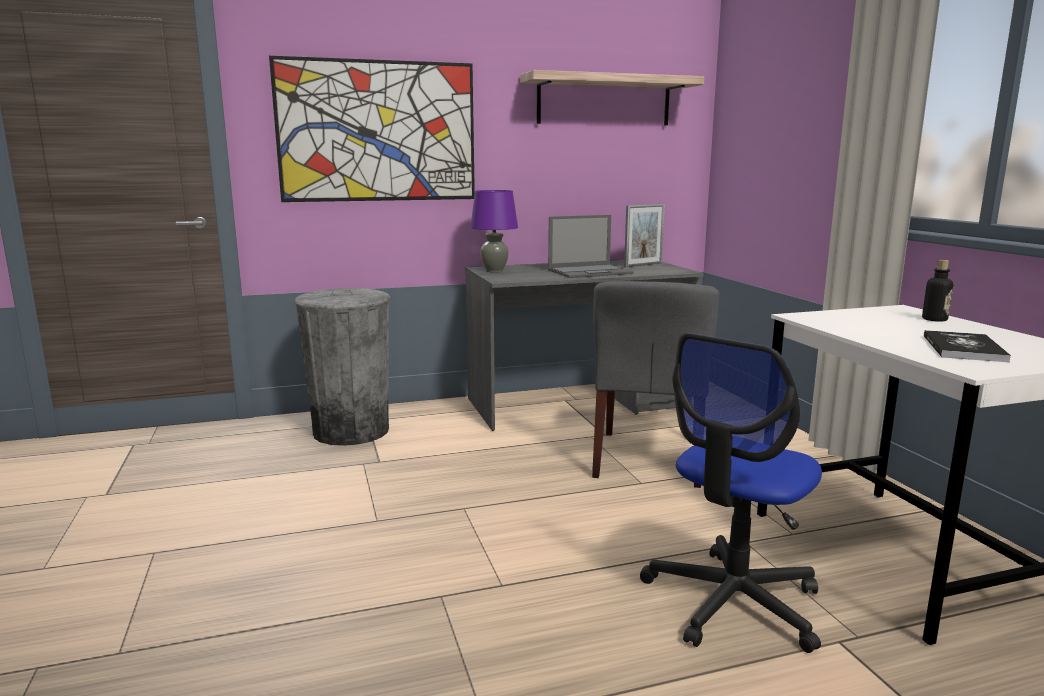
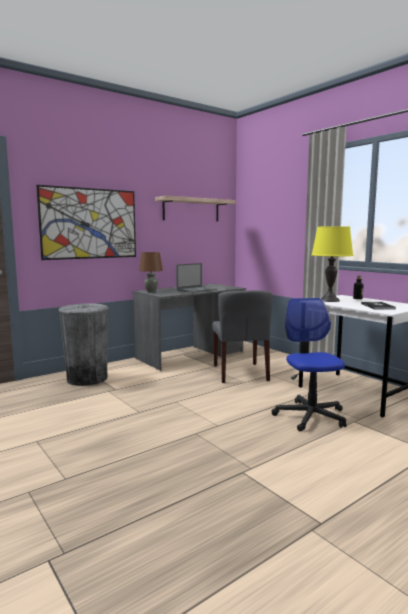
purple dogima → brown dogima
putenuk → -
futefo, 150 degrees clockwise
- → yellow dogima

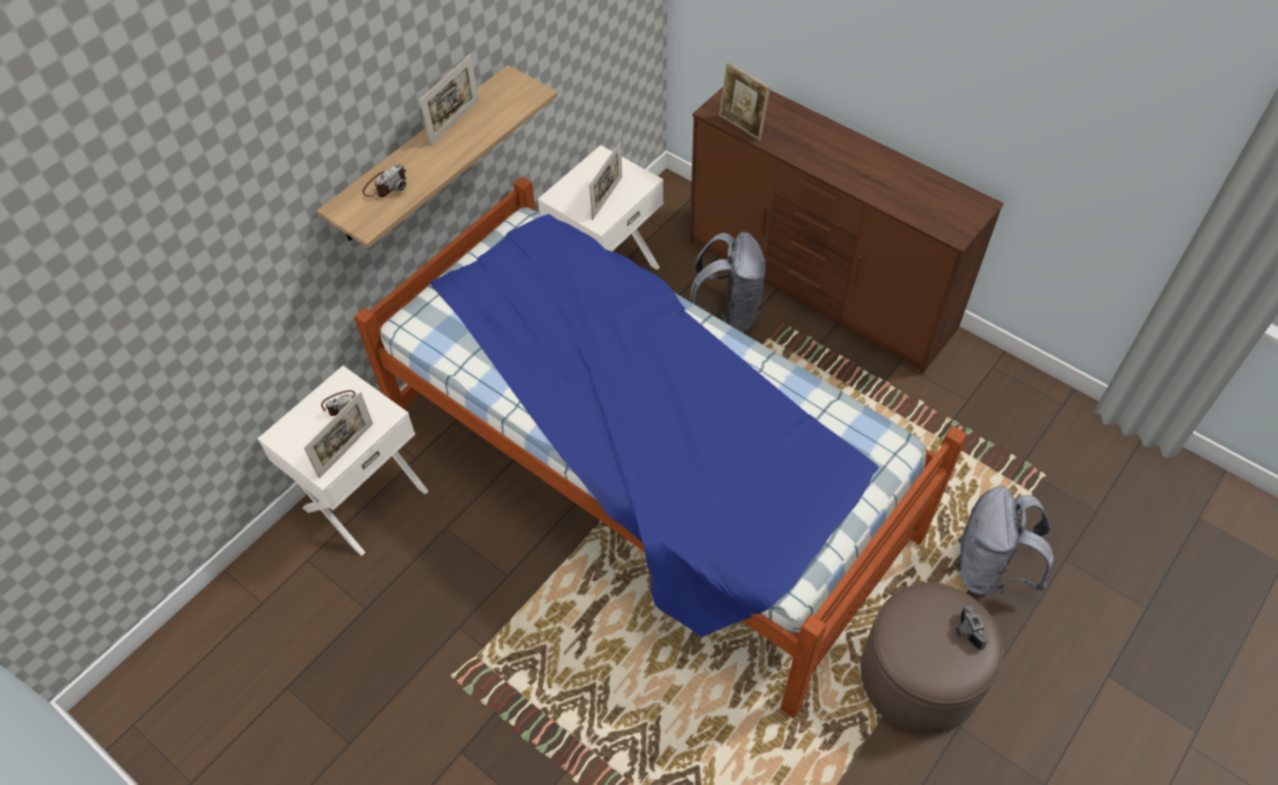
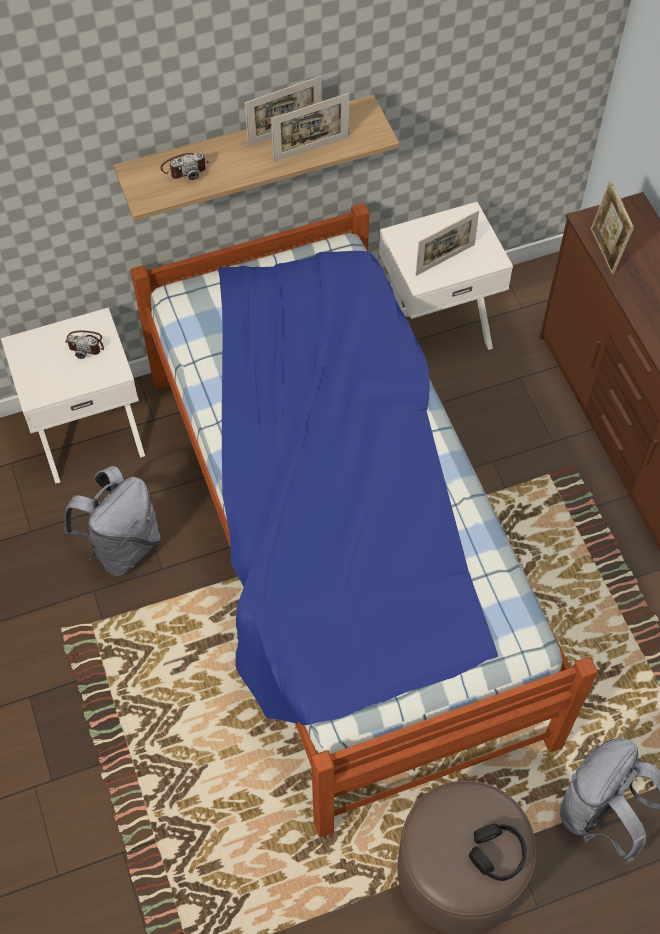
putenuk (no. 1 from left in the first image) → putenuk (no. 2 from left), relocated
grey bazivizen (no. 1 from left), relocated
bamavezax (no. 3 from left) → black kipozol

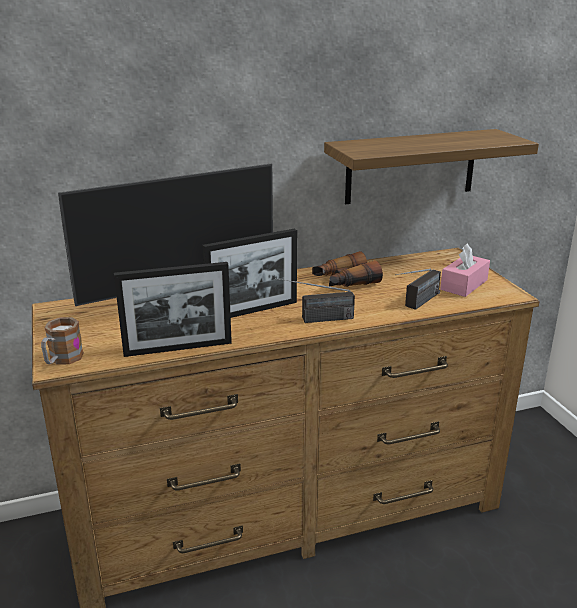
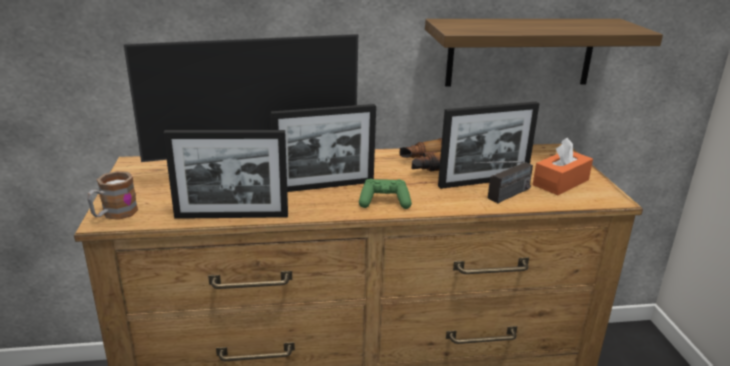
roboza (no. 1 from left) → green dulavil
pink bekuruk → orange bekuruk
- → putenuk (no. 3 from left)

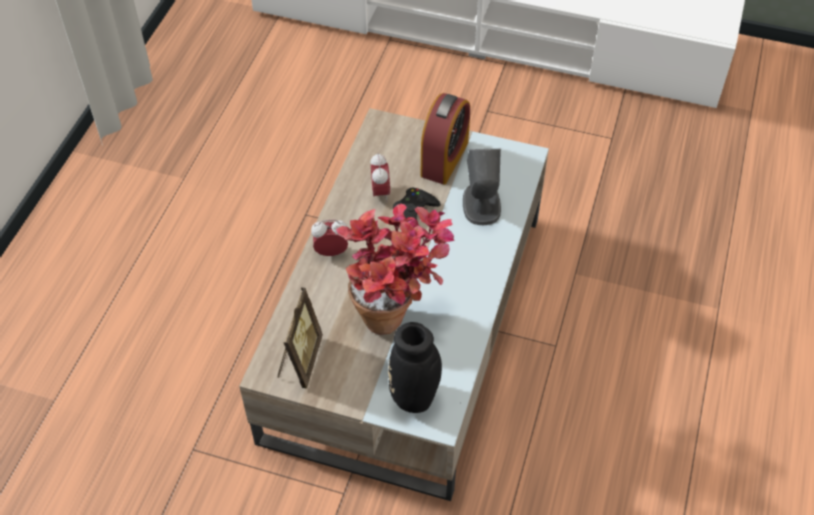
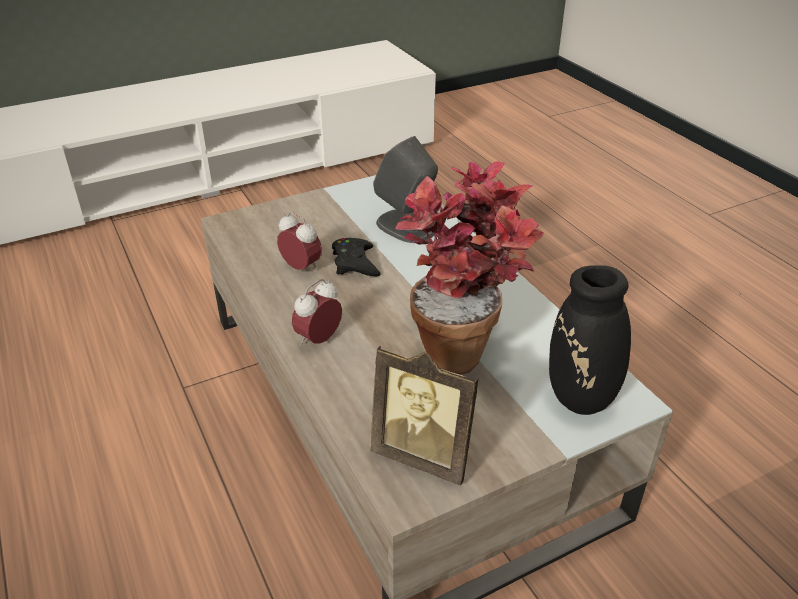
putenuk, 150 degrees clockwise
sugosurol (no. 3 from left) → -

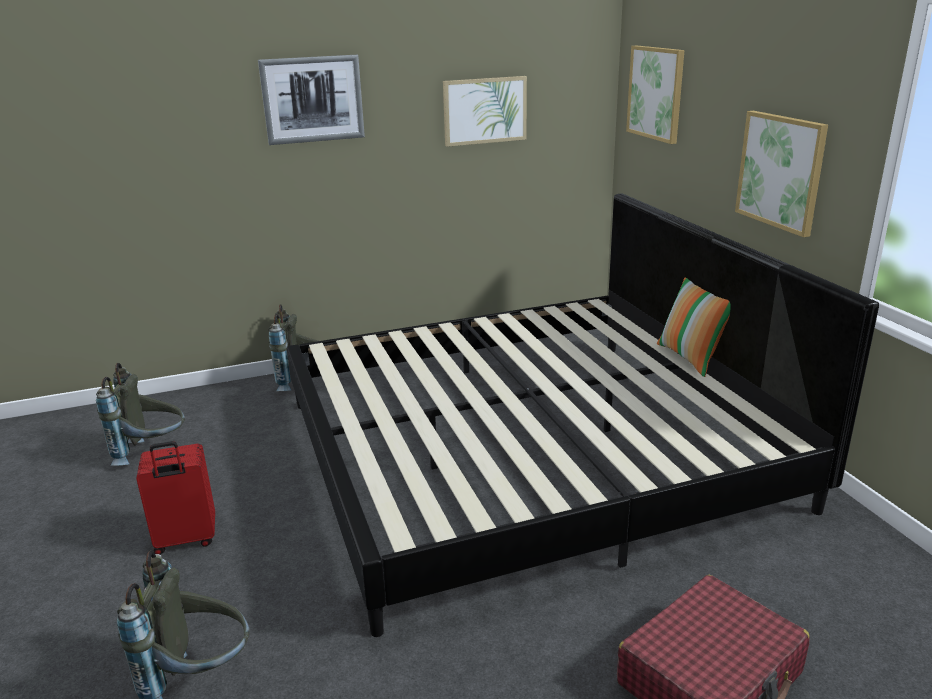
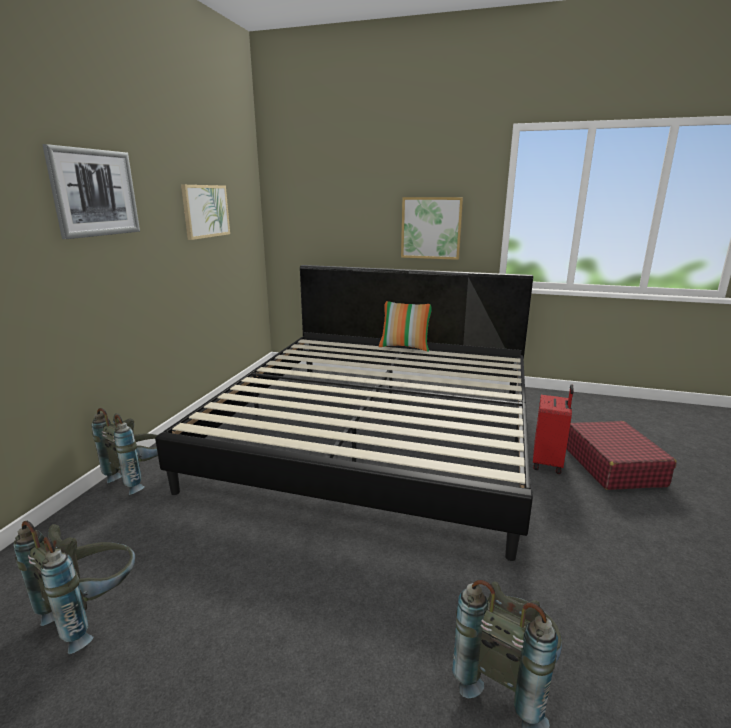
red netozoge (no. 1 from left), relocated
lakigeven (no. 3 from left) → -

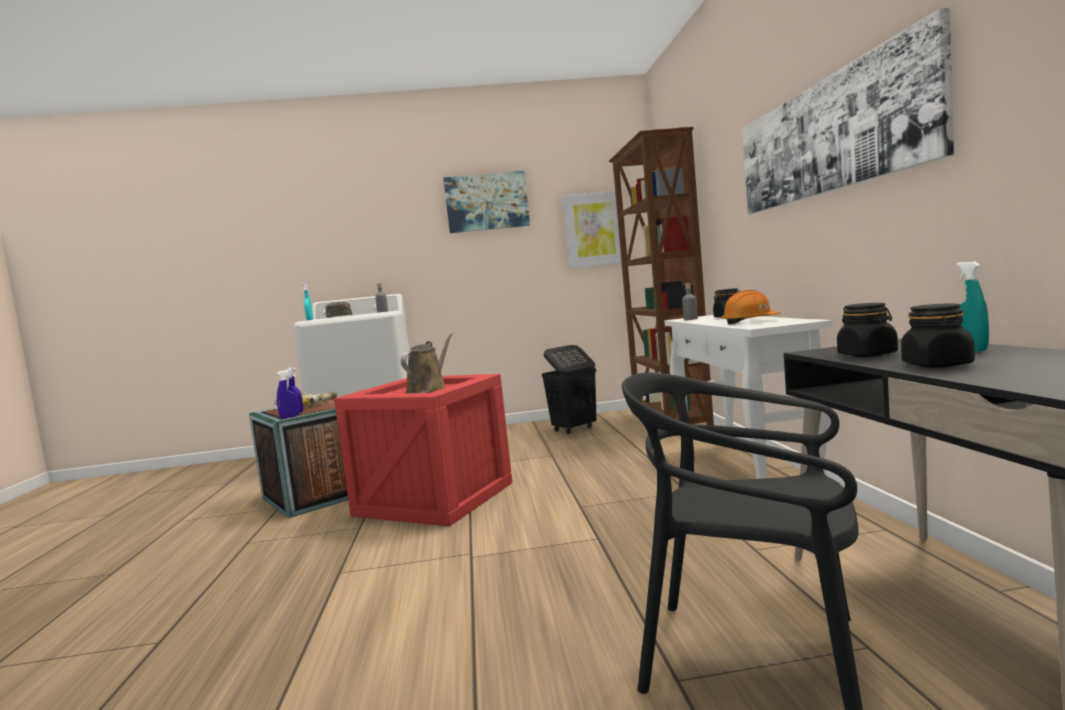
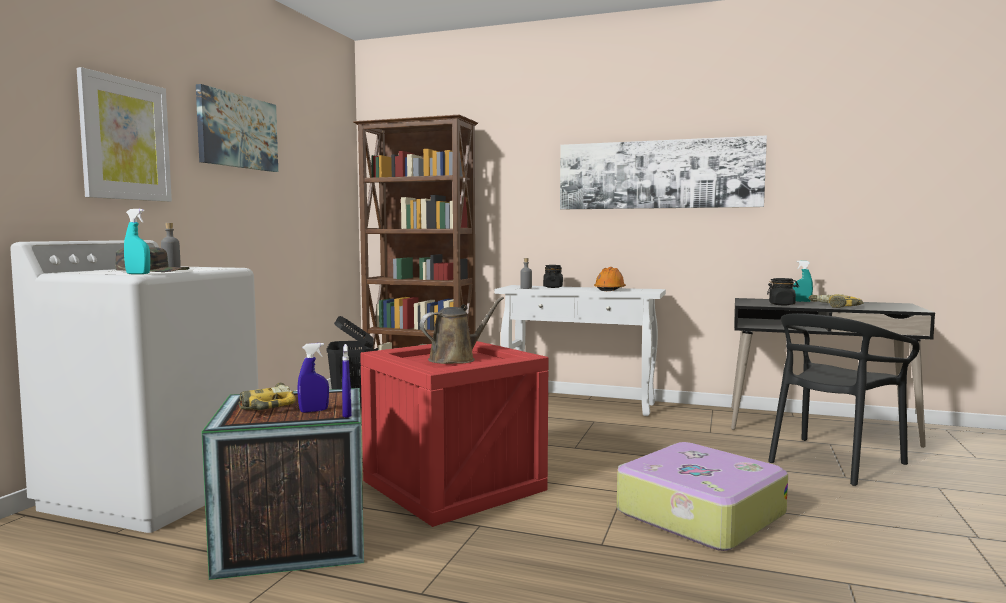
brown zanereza, 90 degrees clockwise
lakigeven (no. 2 from left in the first image) → lakigeven (no. 1 from left), relocated
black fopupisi (no. 3 from left) → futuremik (no. 2 from left)
- → netozoge

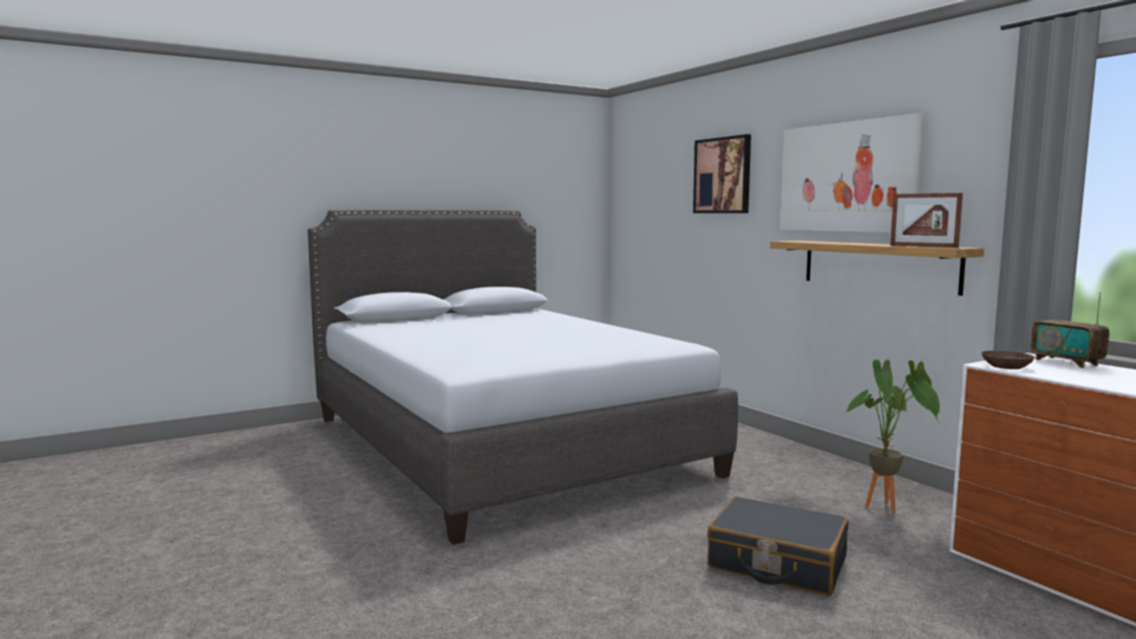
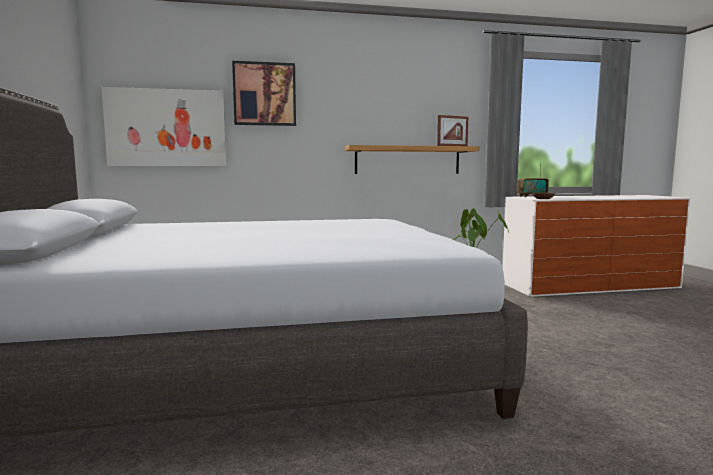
black netozoge → -
lakigeven (no. 2 from left in the first image) → lakigeven (no. 1 from left), relocated

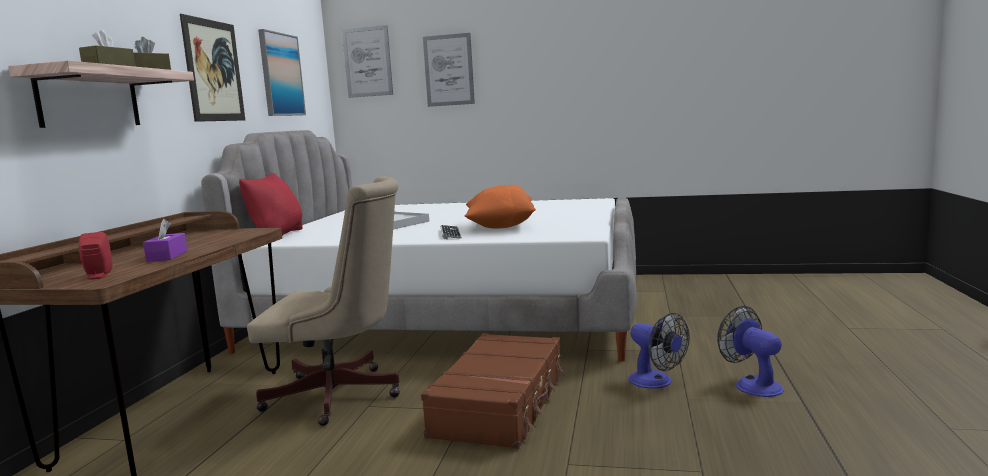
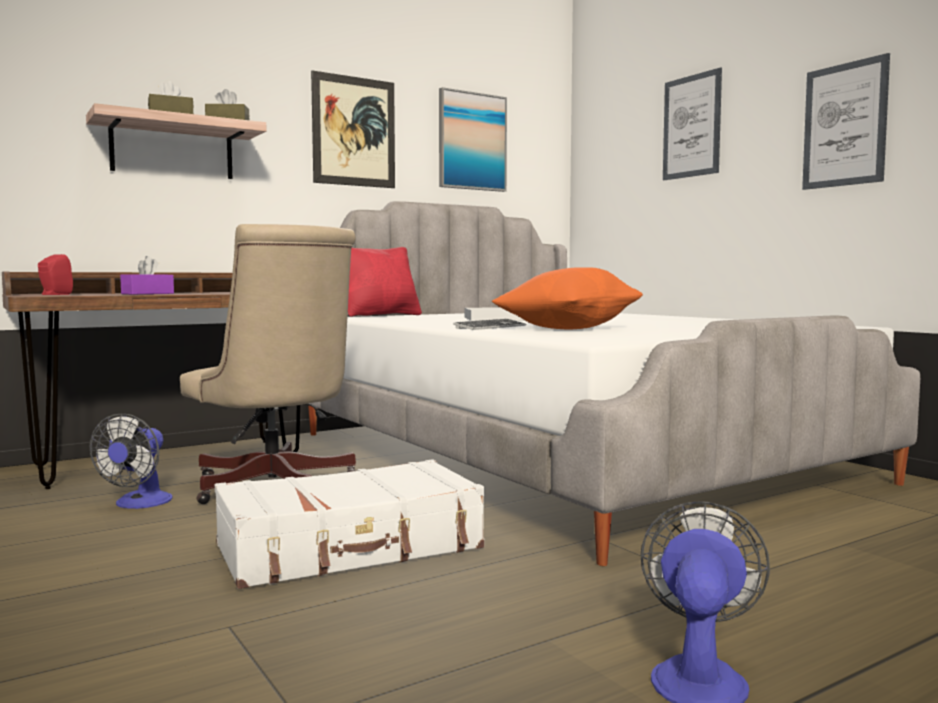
lakigeven (no. 3 from left in the first image) → lakigeven (no. 4 from left), relocated
brown netozoge → white netozoge
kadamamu (no. 1 from left), relocated

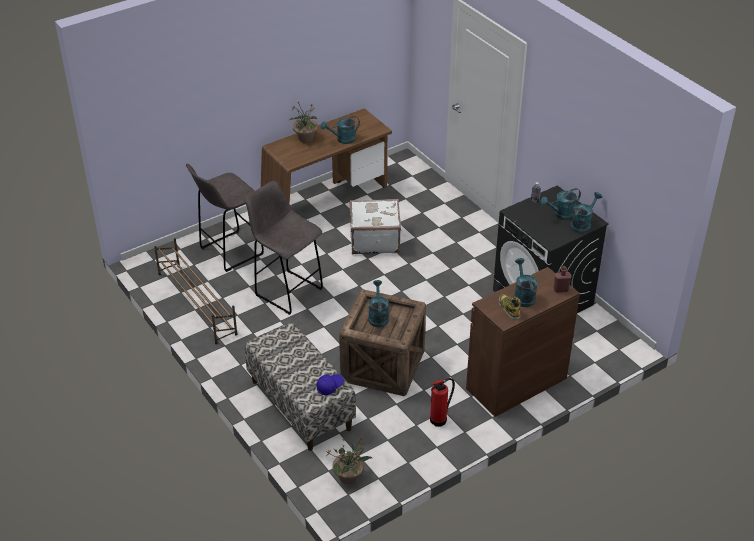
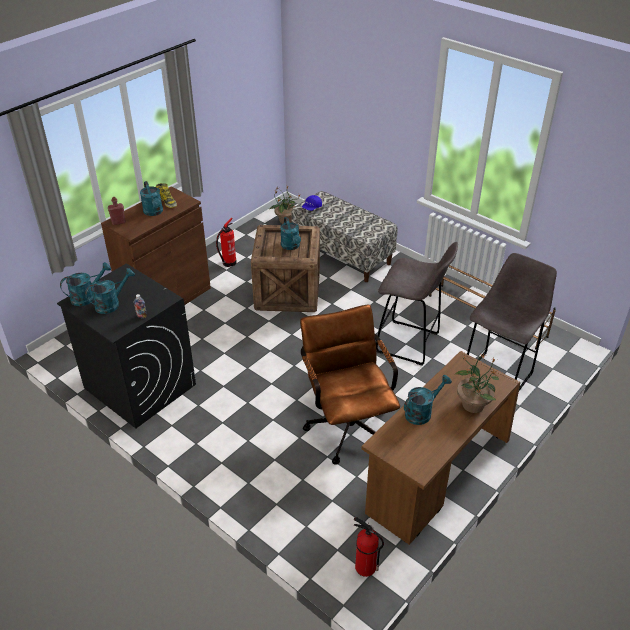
white netozoge → brown futefo
turquoise zanereza (no. 5 from left in the first image) → turquoise zanereza (no. 1 from left), 150 degrees counterclockwise
- → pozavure (no. 2 from left)

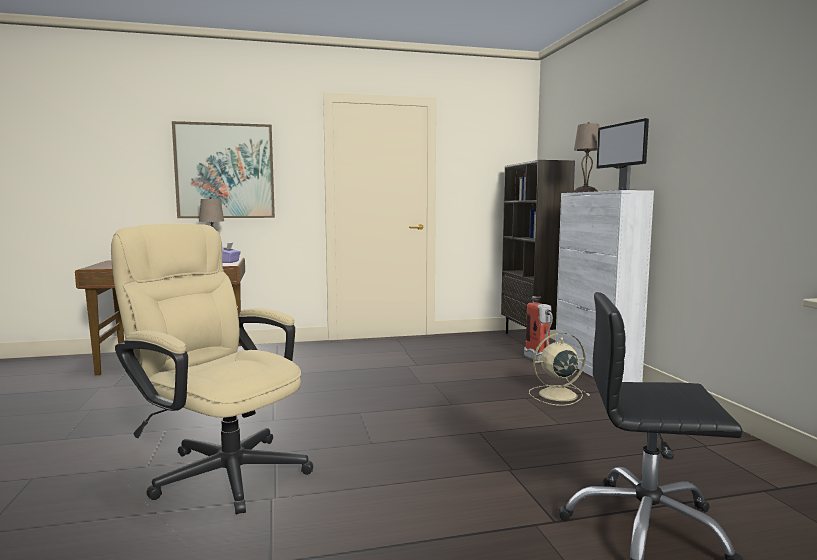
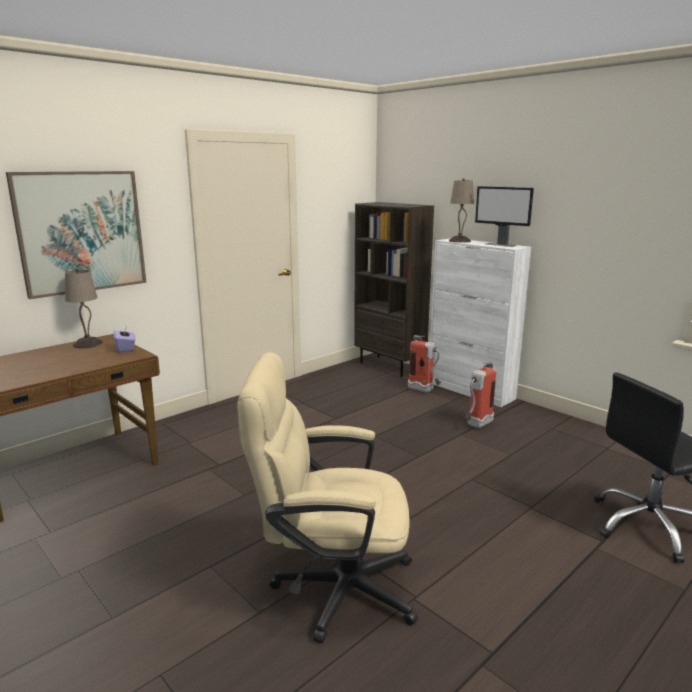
beige kadamamu → pozavure (no. 2 from left)

